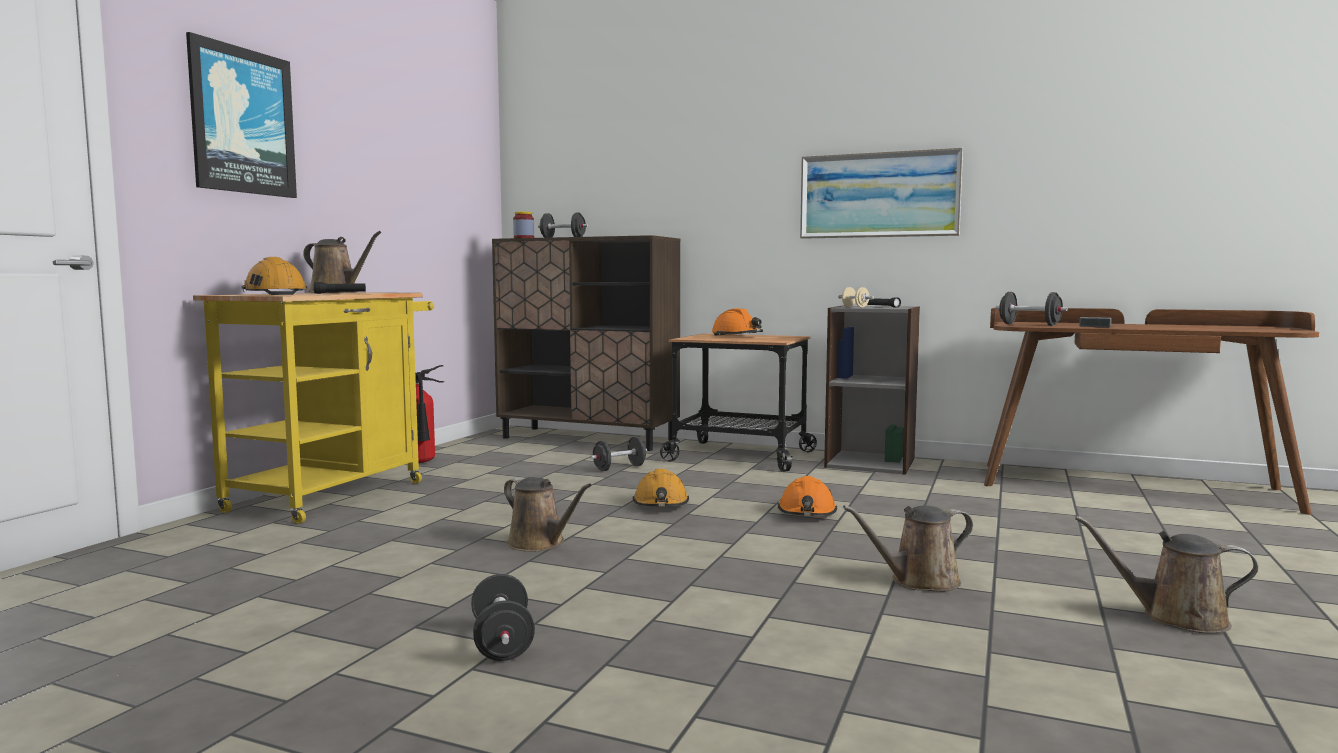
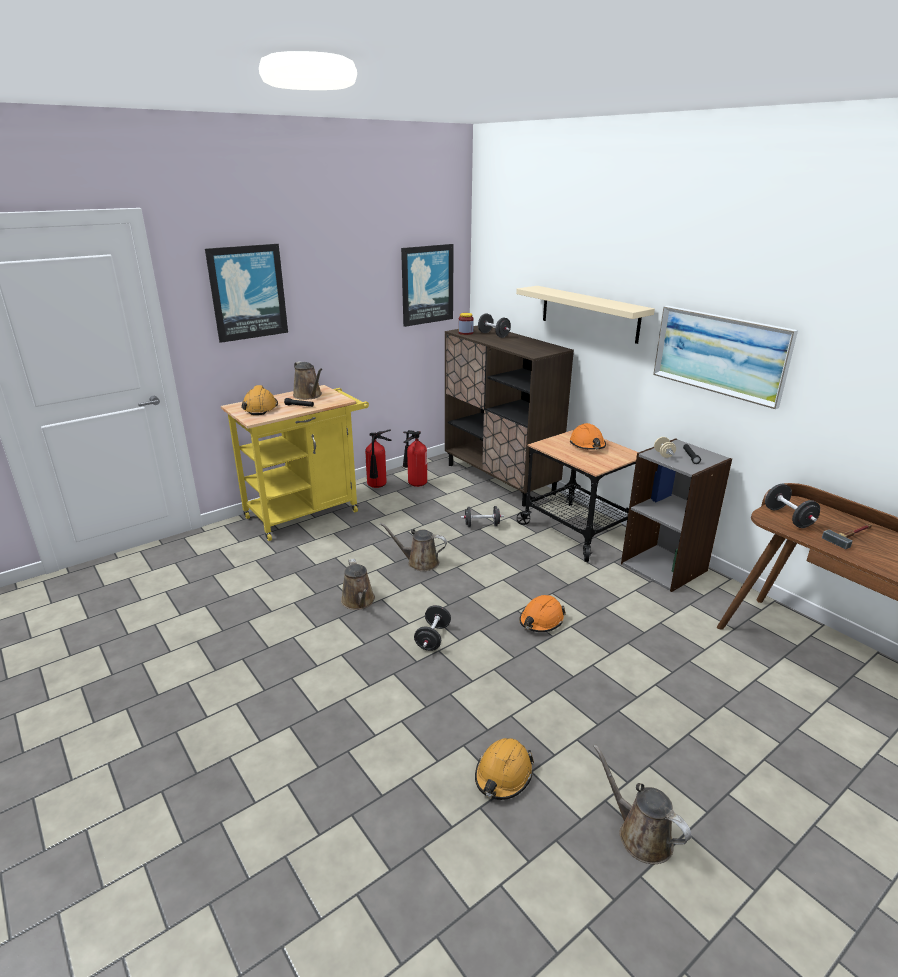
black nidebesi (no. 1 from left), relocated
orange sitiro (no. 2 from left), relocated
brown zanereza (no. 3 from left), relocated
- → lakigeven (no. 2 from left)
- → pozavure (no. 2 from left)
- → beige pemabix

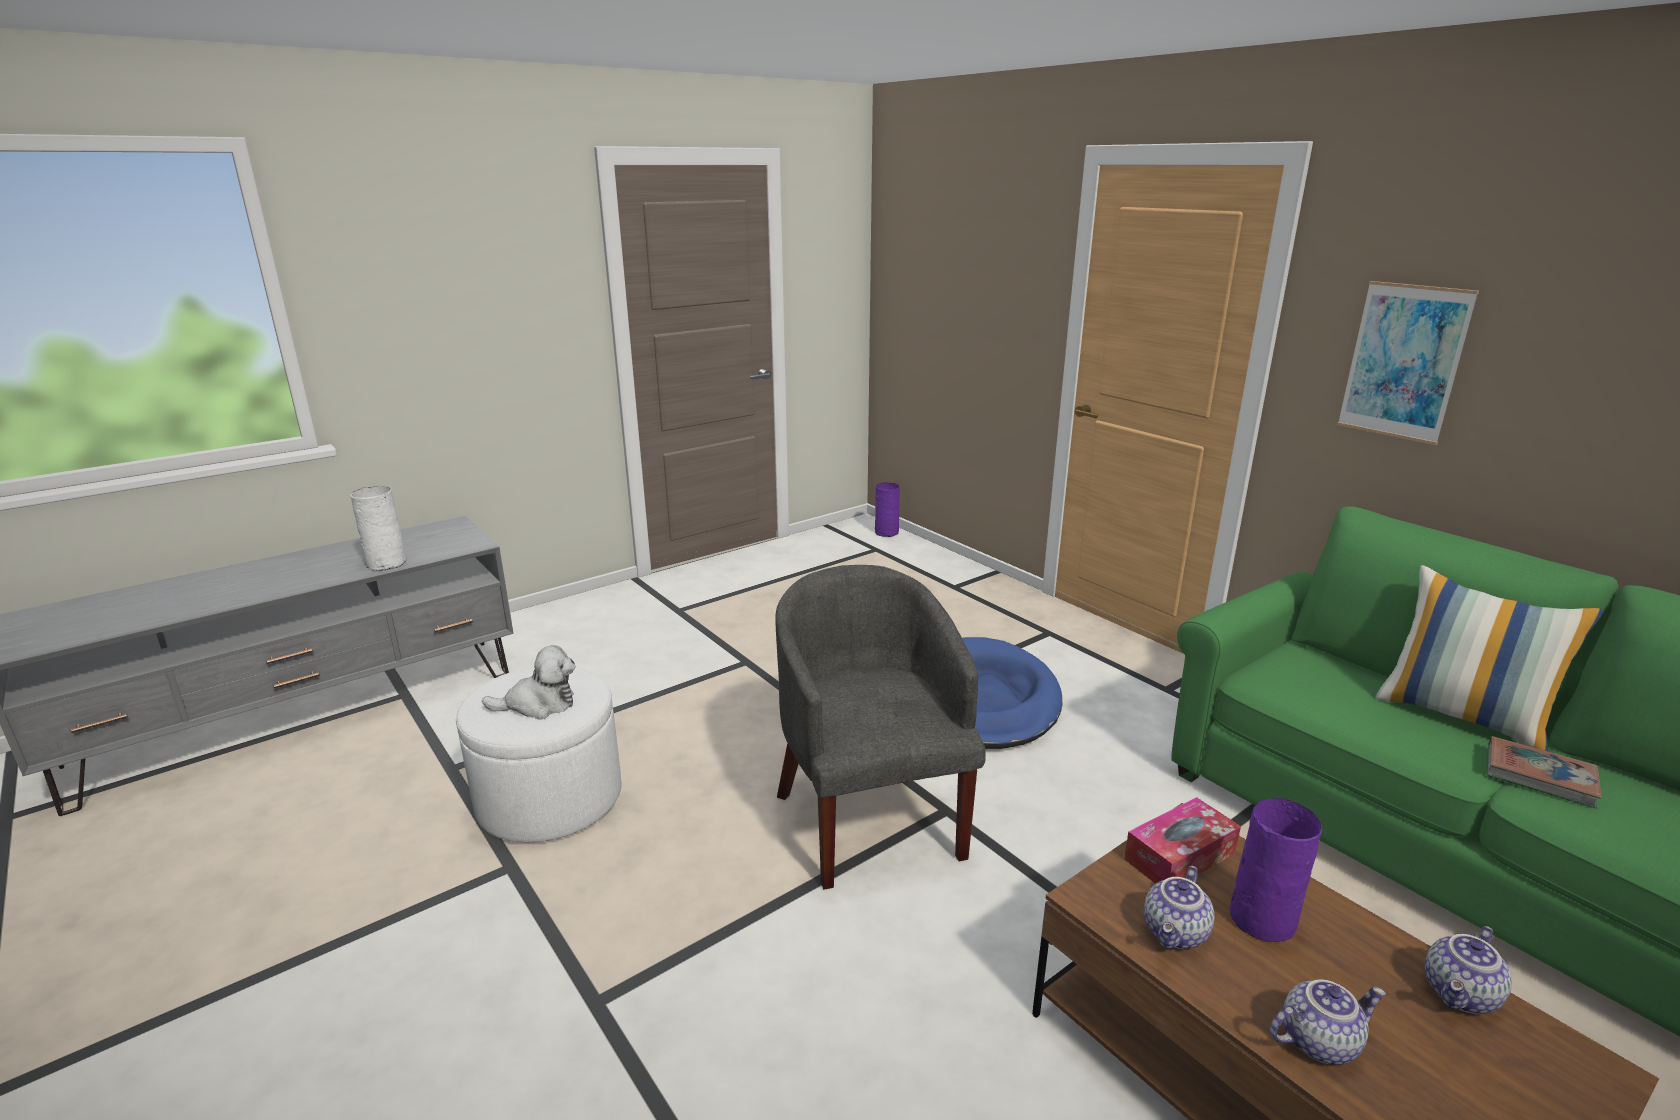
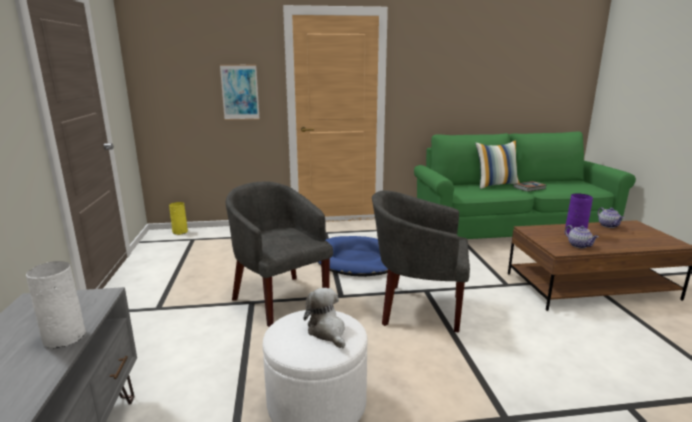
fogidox, 45 degrees counterclockwise
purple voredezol (no. 1 from left) → yellow voredezol
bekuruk → -
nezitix (no. 2 from left) → -
lakigeven, relocated
- → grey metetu (no. 1 from left)

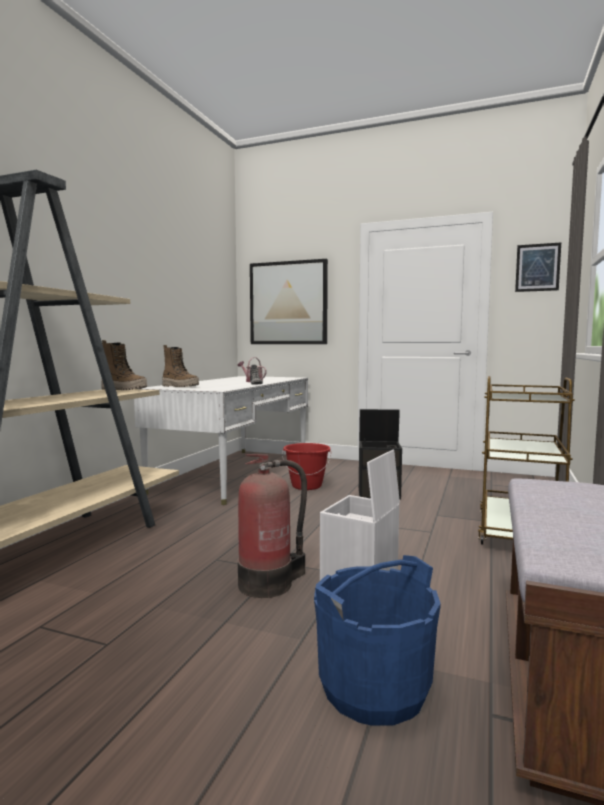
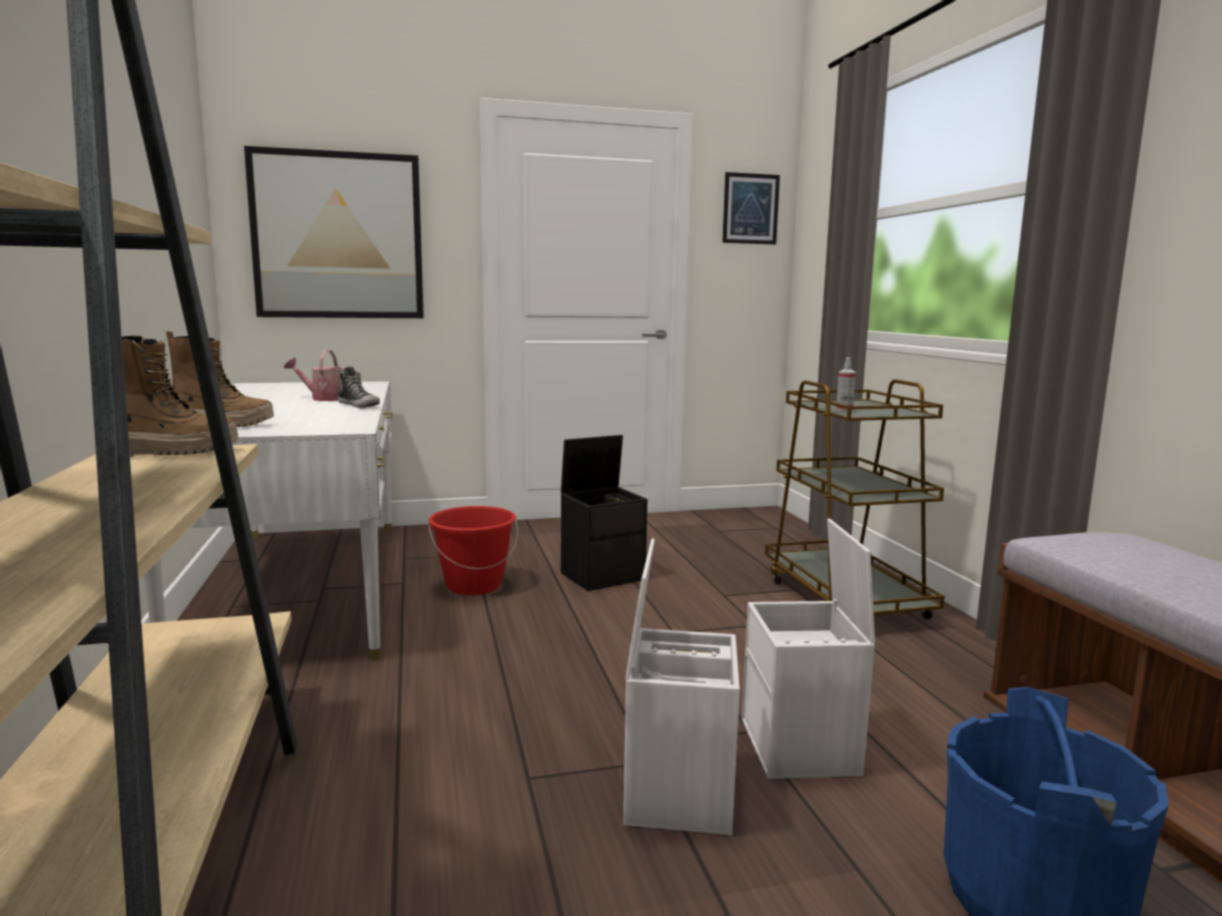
pozavure → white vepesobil (no. 1 from left)
- → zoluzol

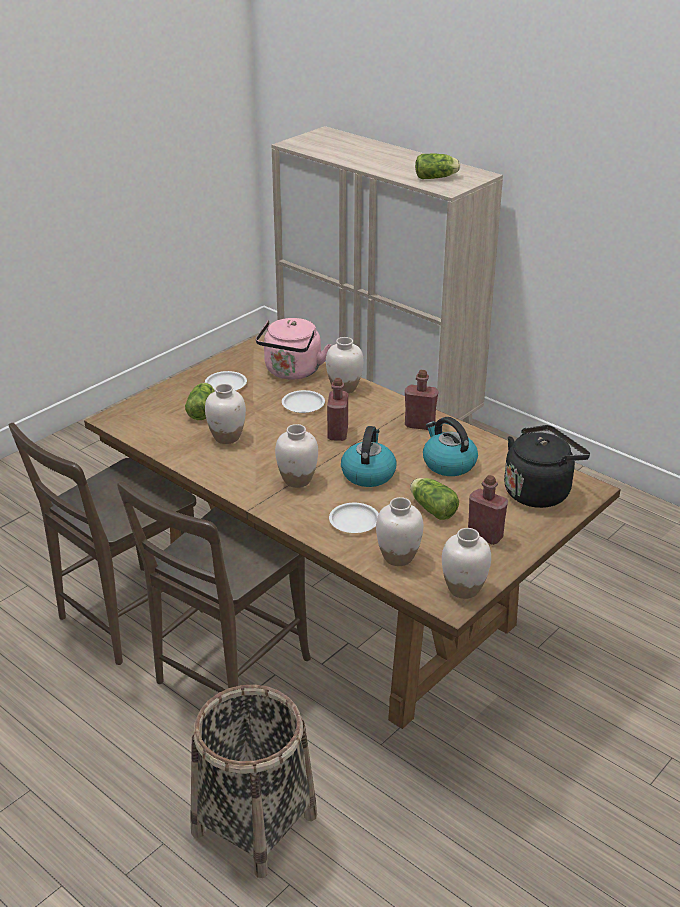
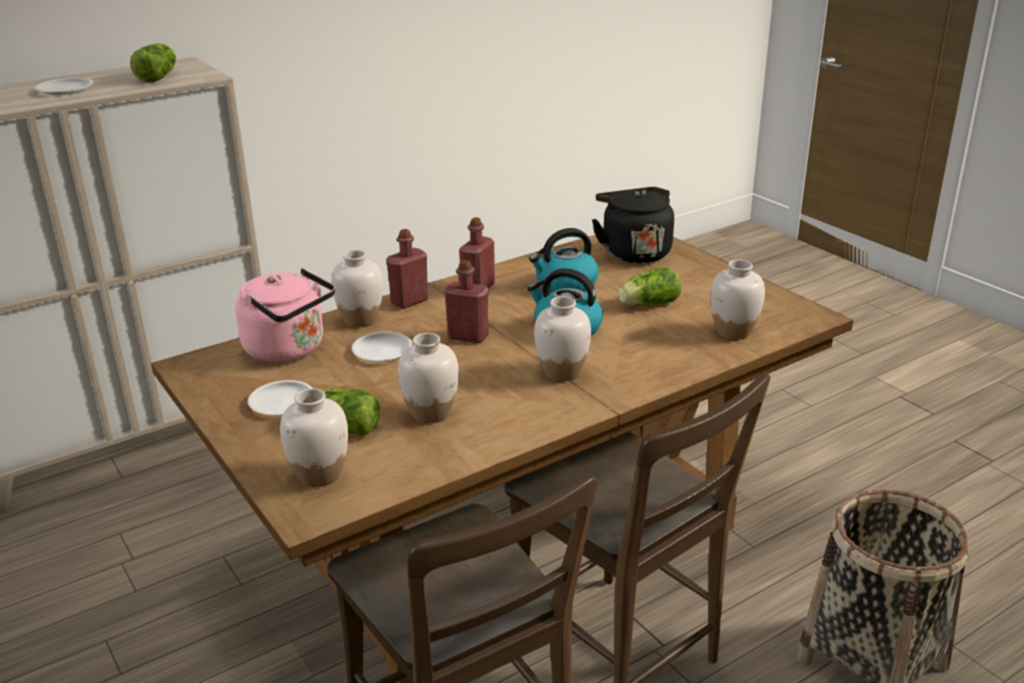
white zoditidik (no. 3 from left in the first image) → white zoditidik (no. 1 from left), relocated
white voredezol (no. 5 from left in the first image) → white voredezol (no. 1 from left), relocated
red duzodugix (no. 3 from left in the first image) → red duzodugix (no. 1 from left), relocated

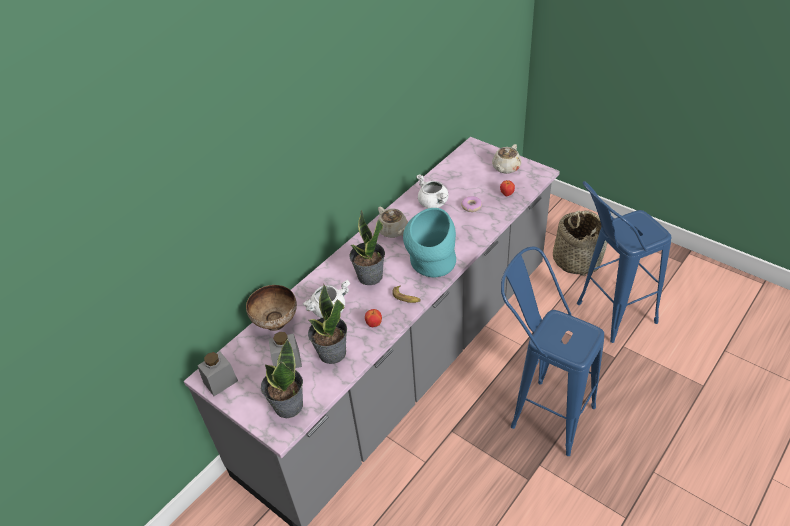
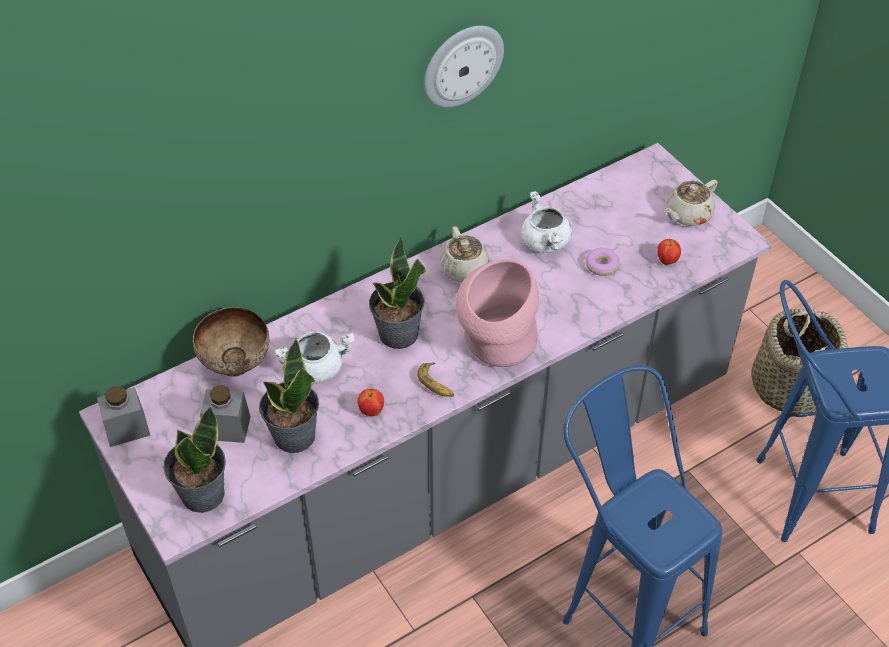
turquoise voredezol → pink voredezol
- → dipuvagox

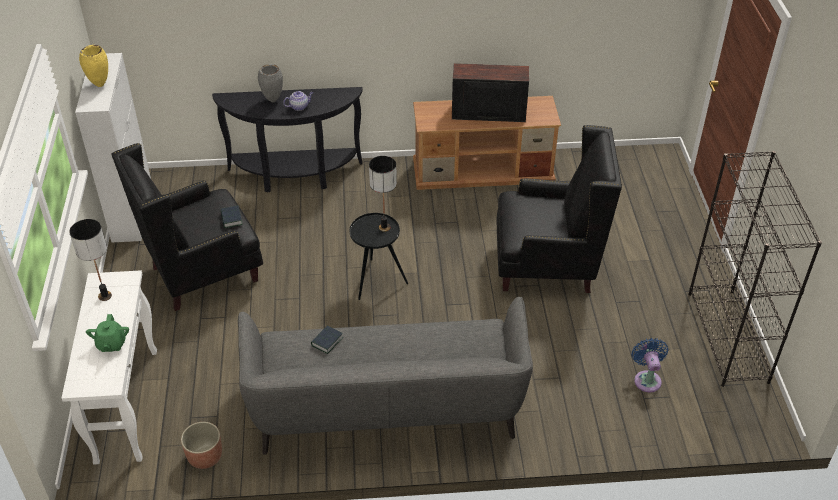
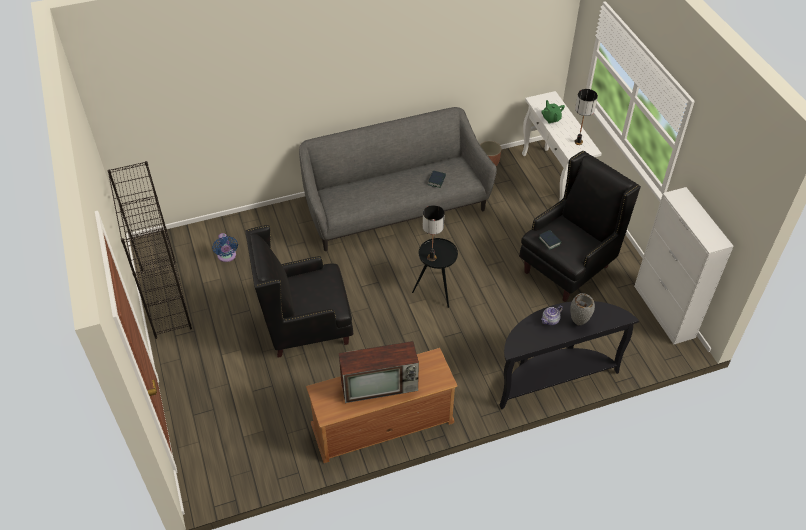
yellow voredezol → -

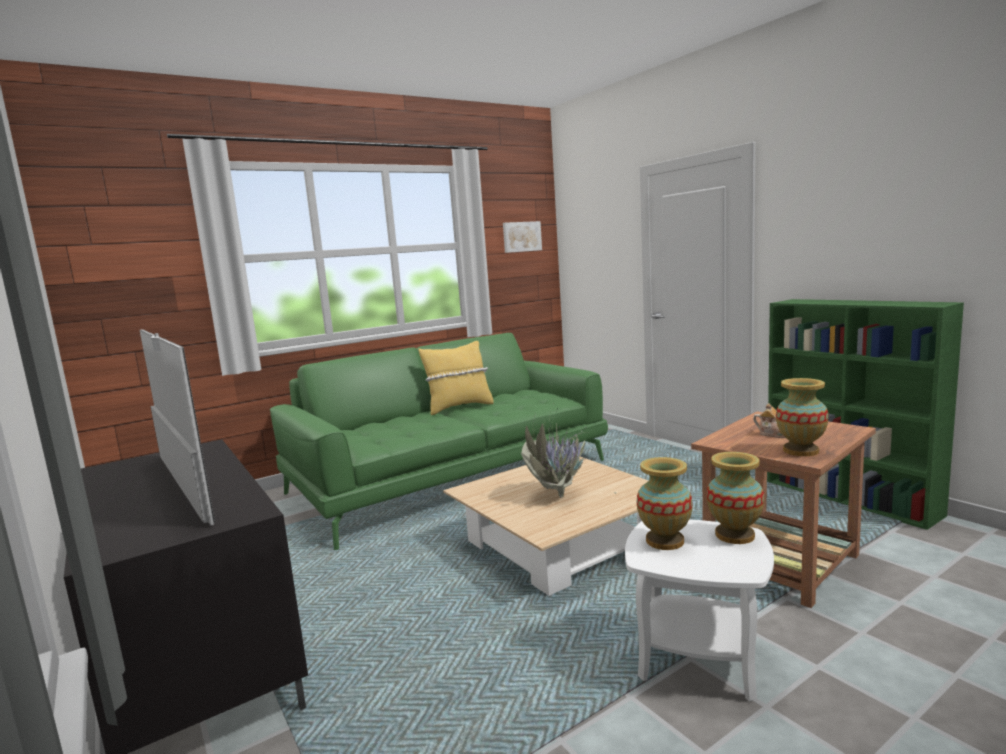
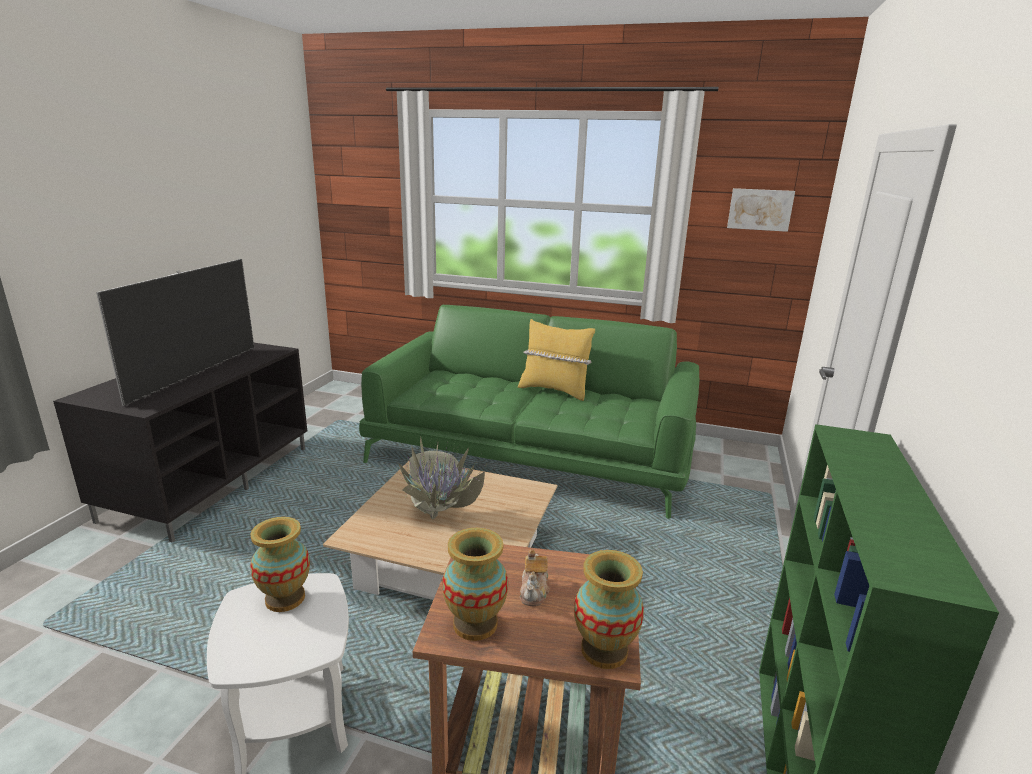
voredezol (no. 2 from left in the first image) → voredezol (no. 3 from left), relocated

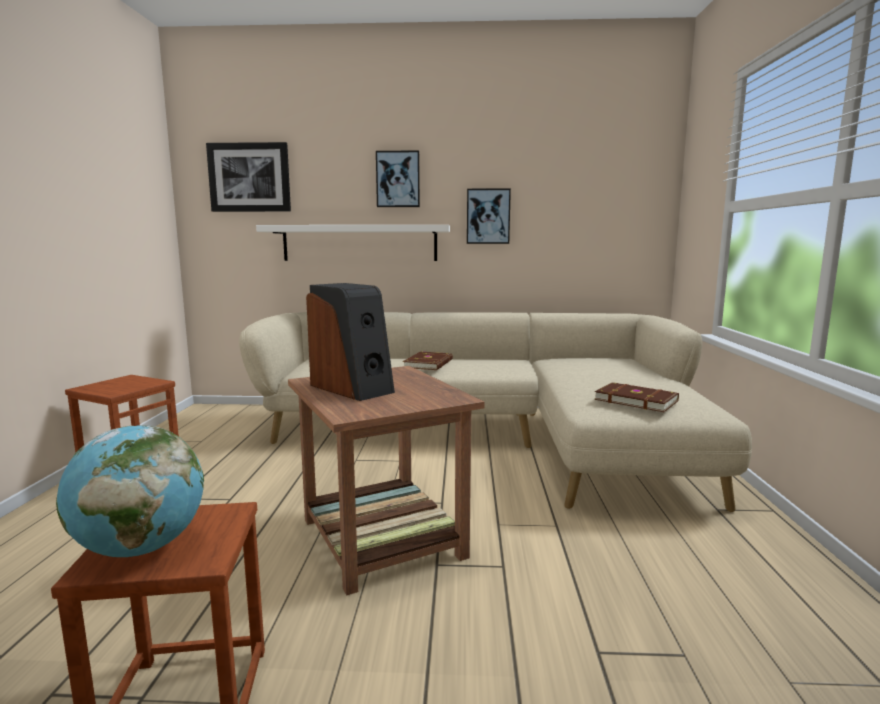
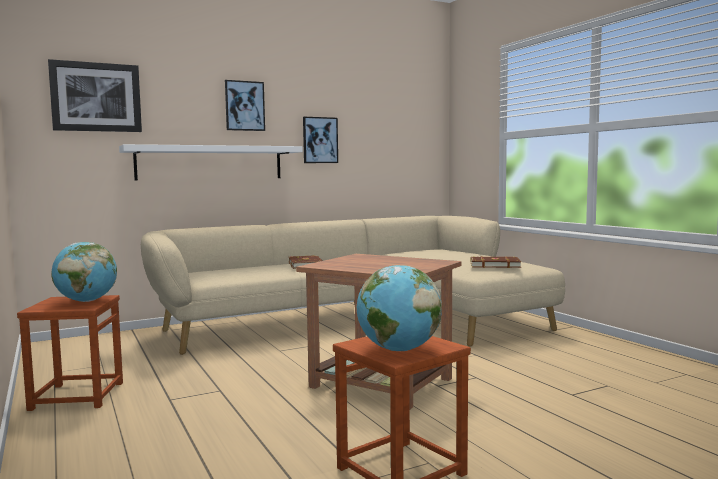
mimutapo → -
- → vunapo (no. 1 from left)

